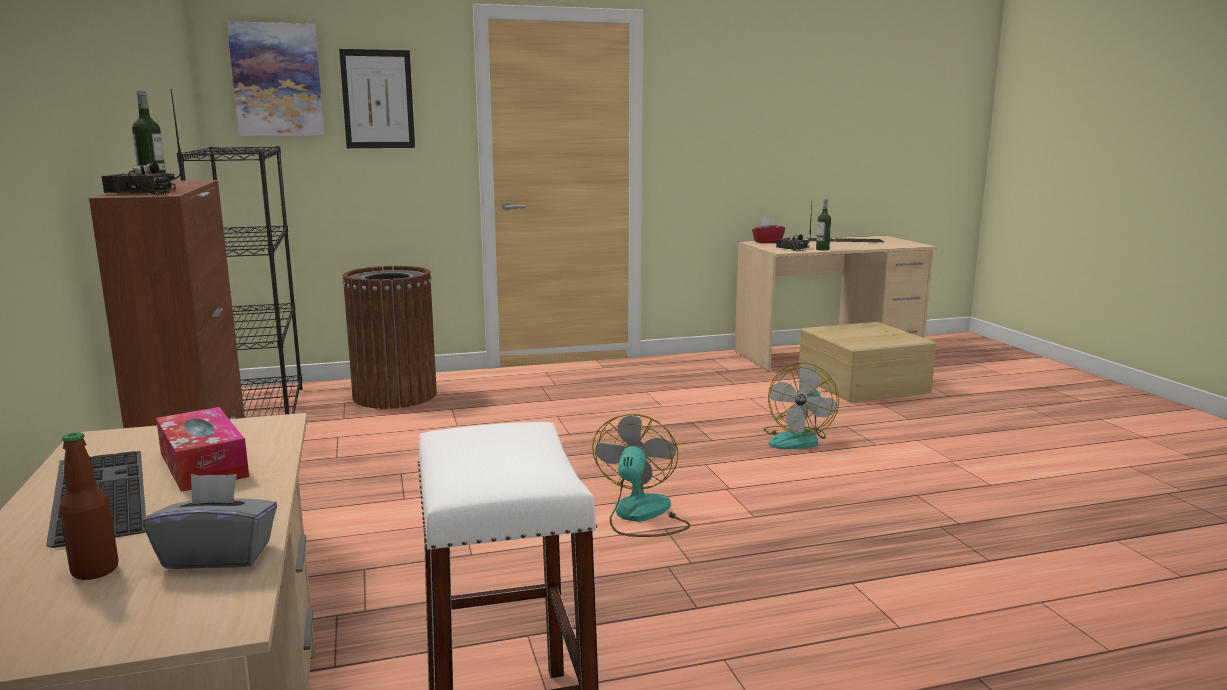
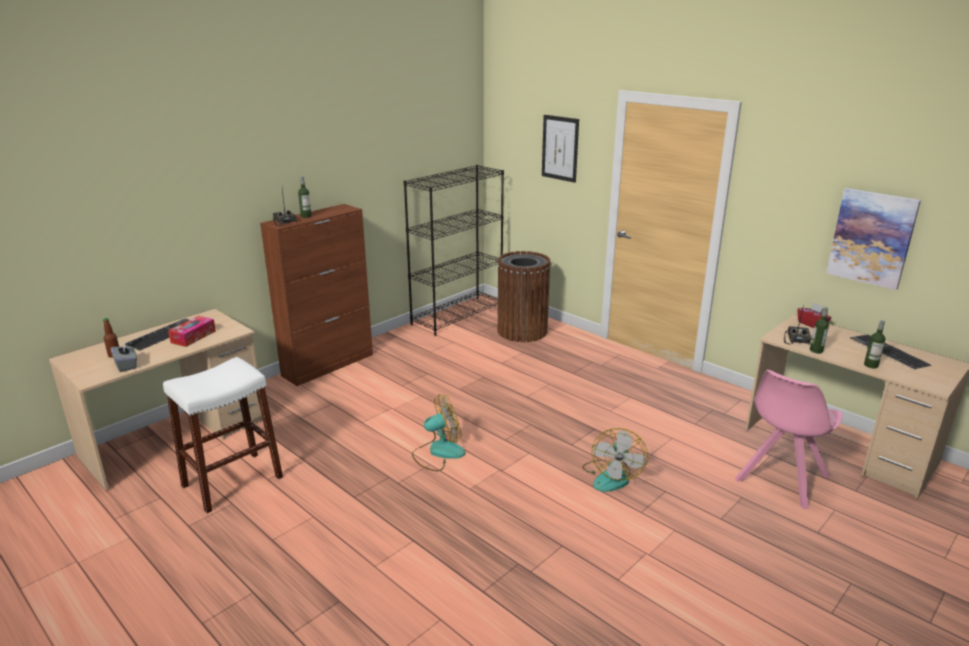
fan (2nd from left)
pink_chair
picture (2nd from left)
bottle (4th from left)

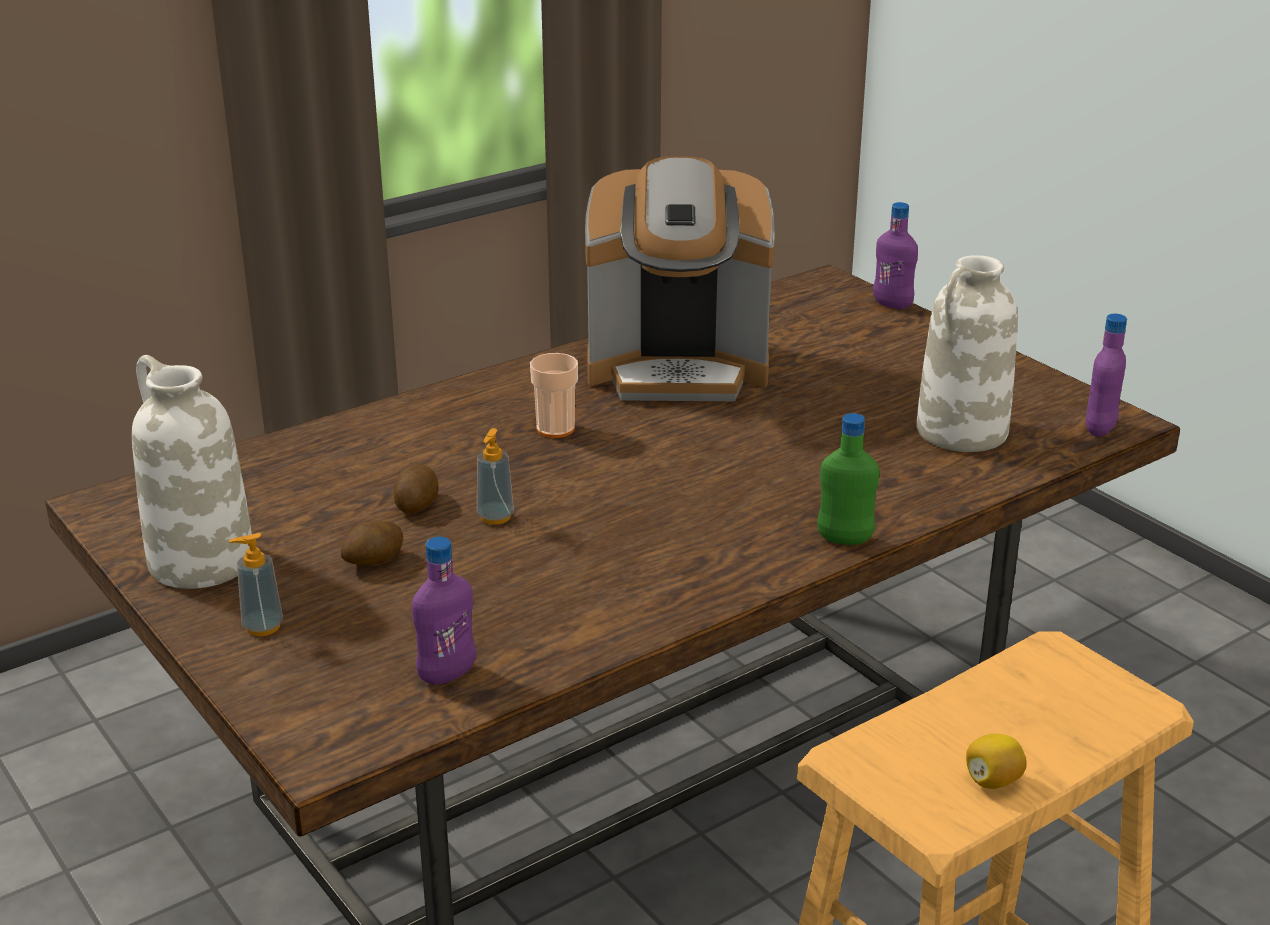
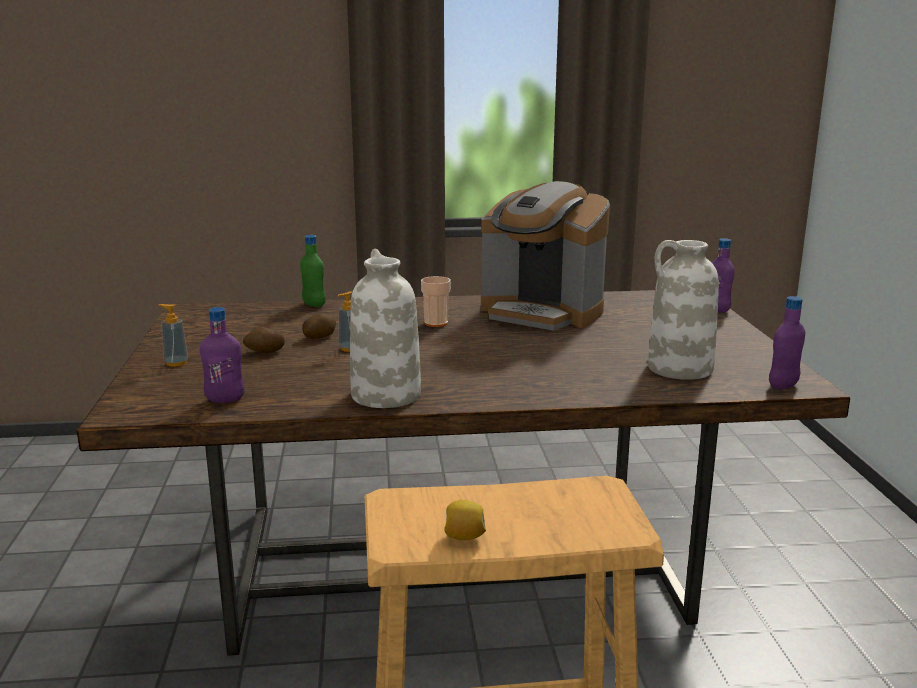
green_bottle
white_vase (1st from left)

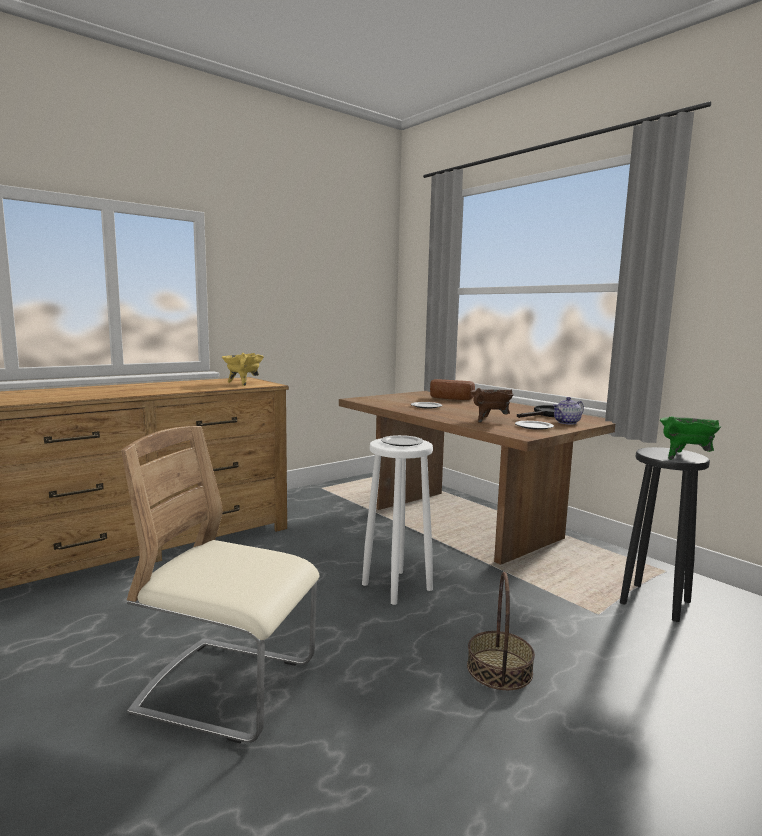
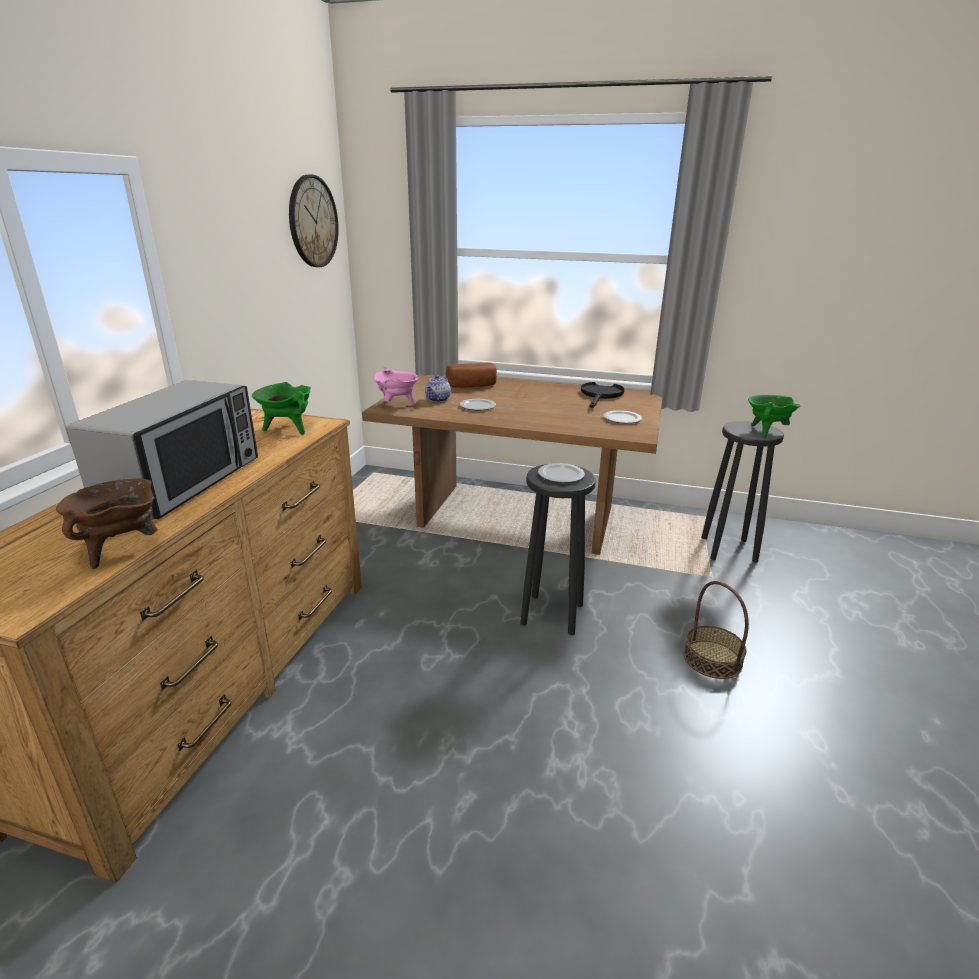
brown_cooking_pot
microwave
green_cooking_pot (1st from left)
wall_clock
pink_cooking_pot
teapot
black_stool (1st from left)
beige_chair

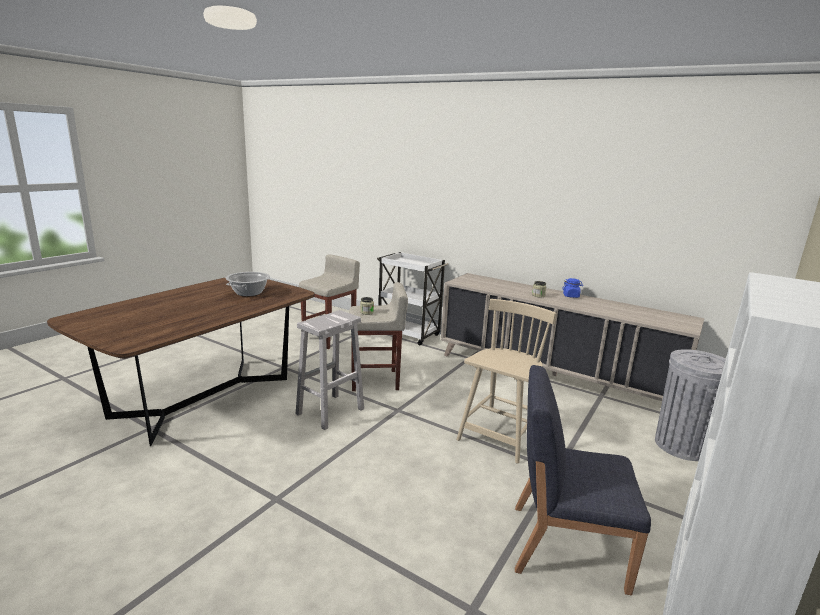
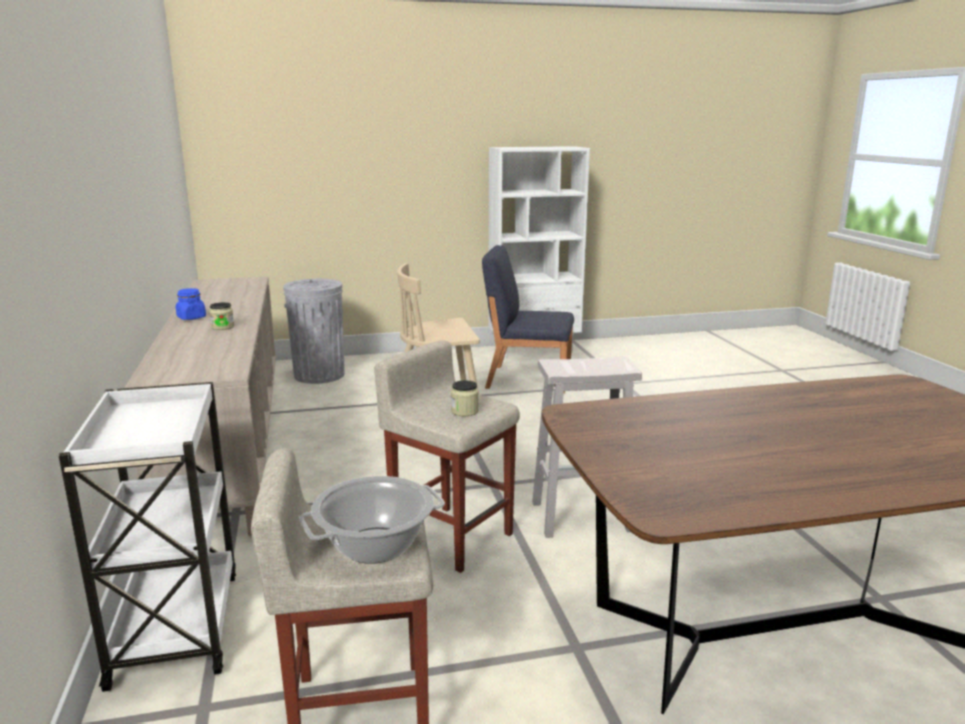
cooking_pot
blue_chair

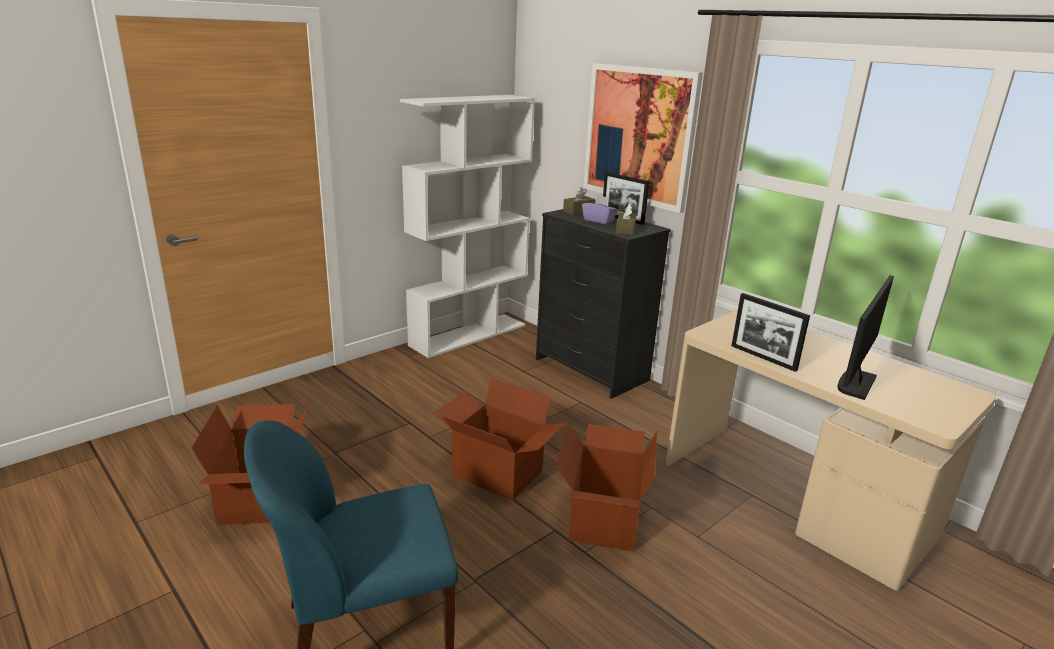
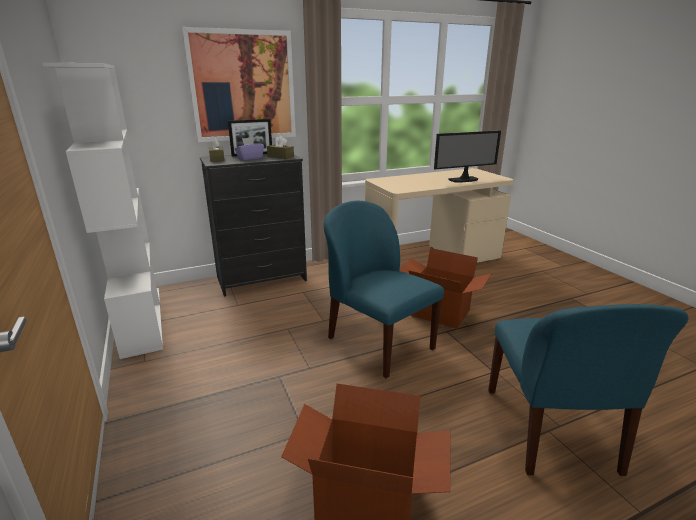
blue_chair (1st from left)
monitor
picture_frame (2nd from left in the first image)

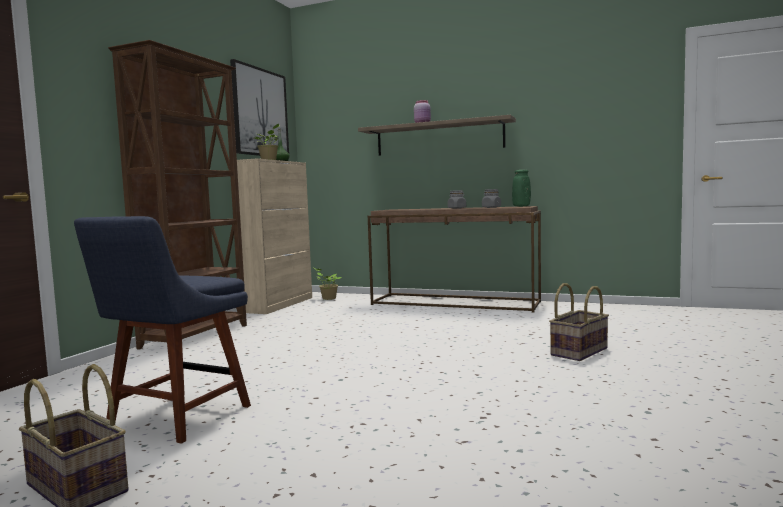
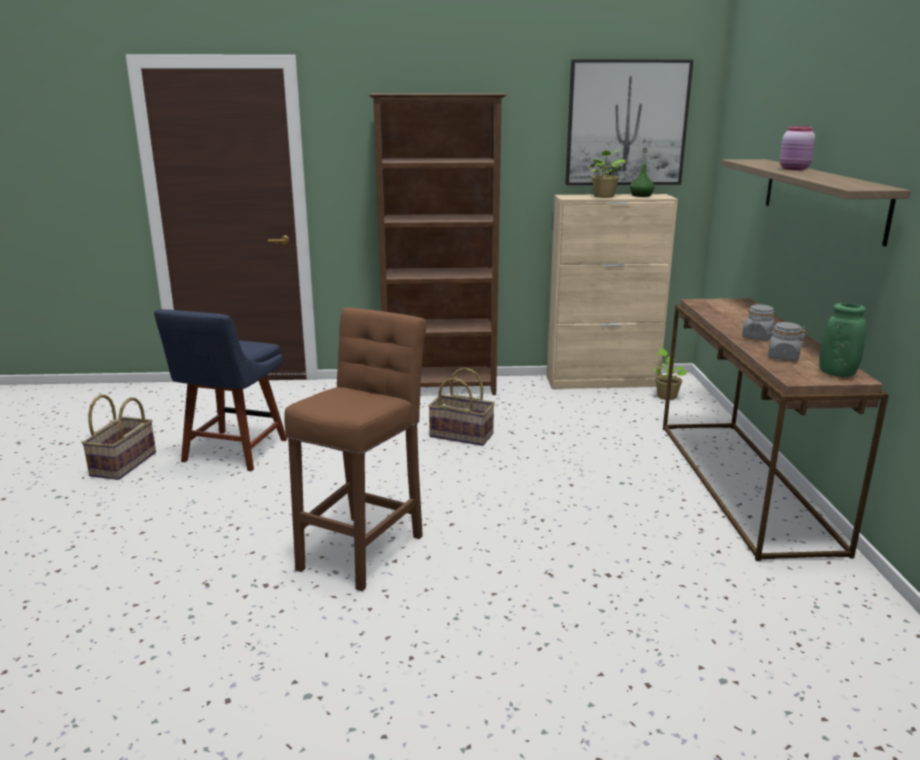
blue_chair
brown_stool
basket (2nd from left)

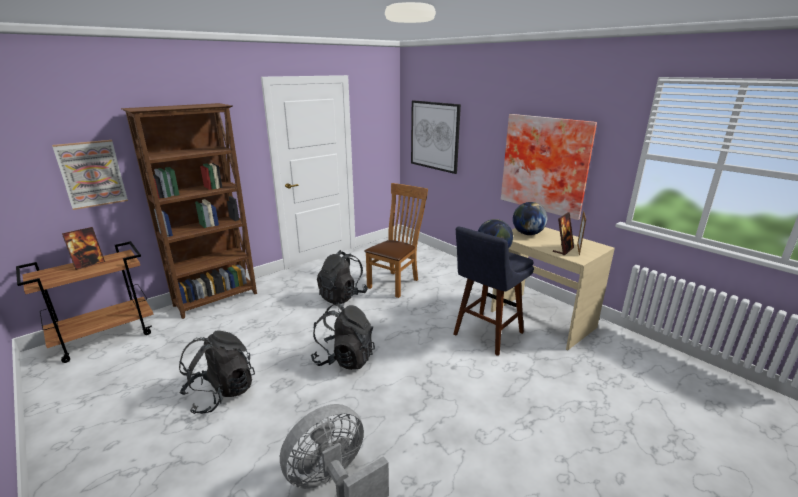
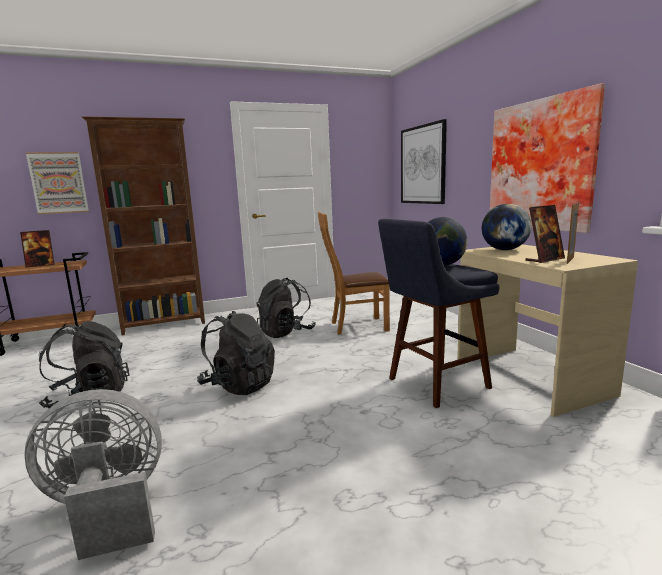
brown_chair

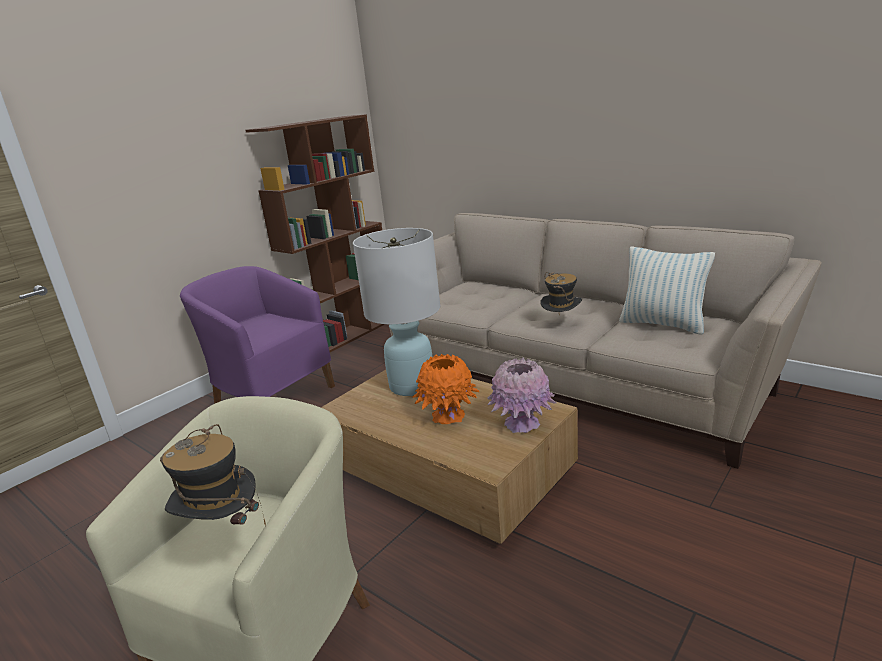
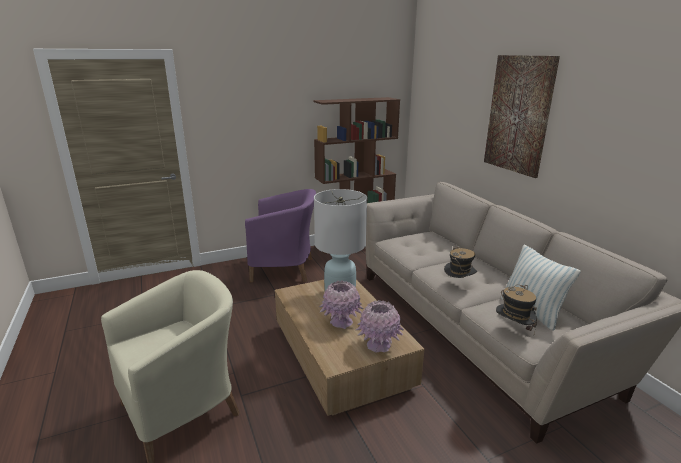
purple_armchair
pink_vase (1st from left)
picture
hat (2nd from left)

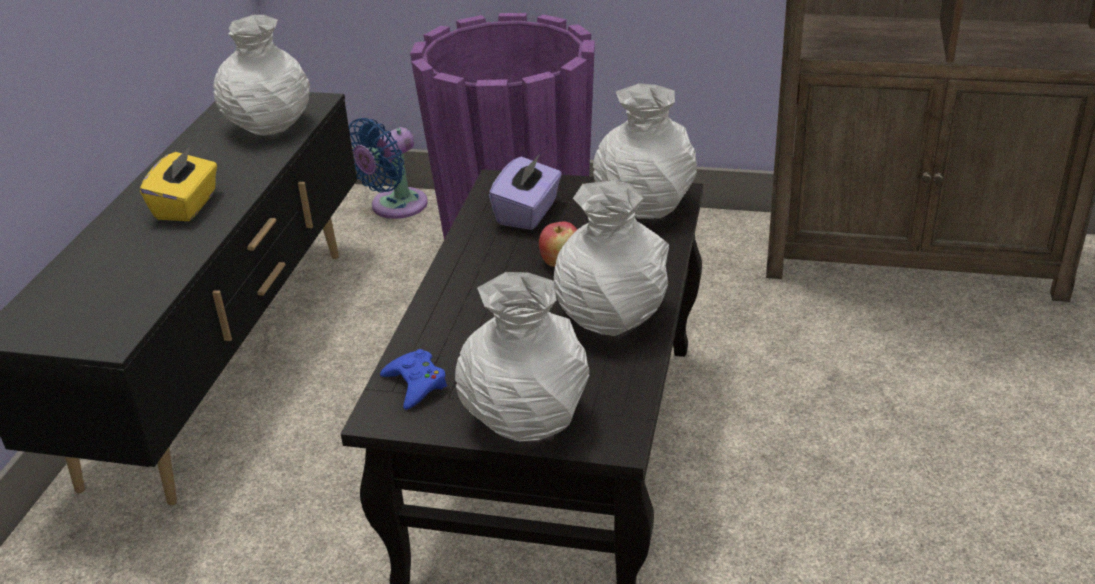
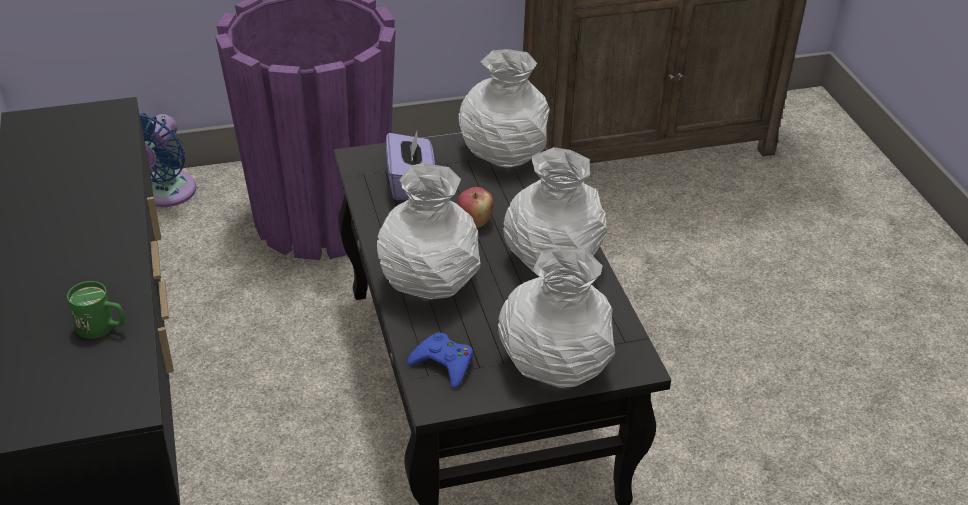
green_mug
white_vase (1st from left)
yellow_tissue_box

